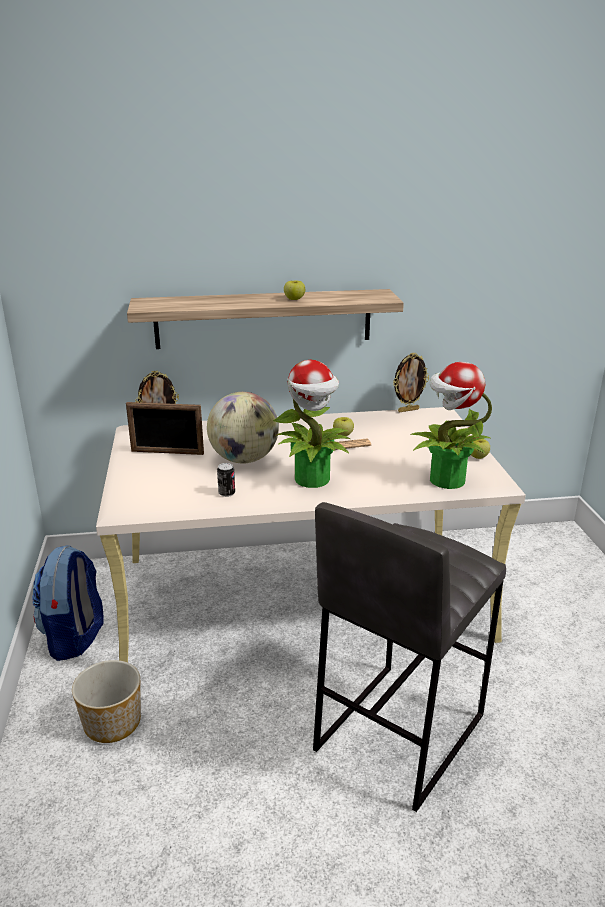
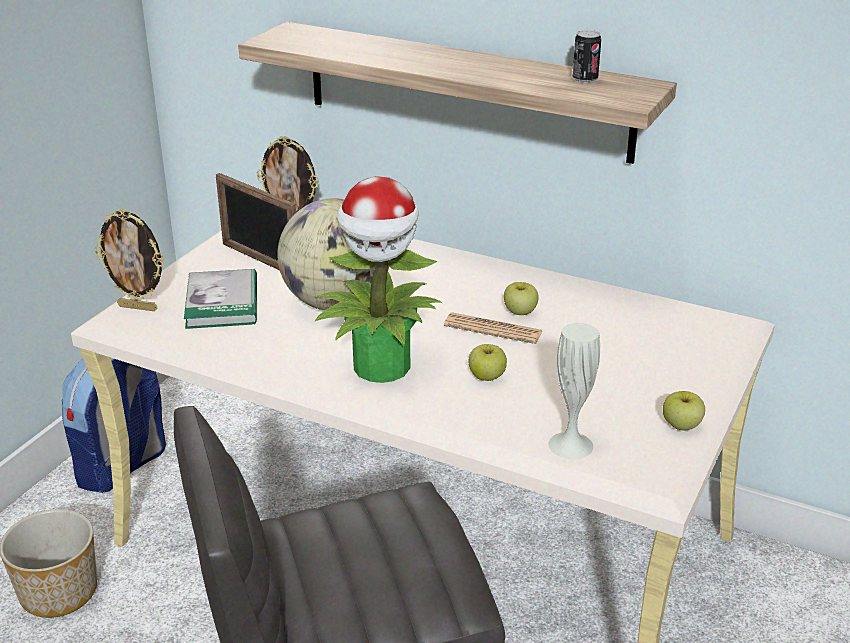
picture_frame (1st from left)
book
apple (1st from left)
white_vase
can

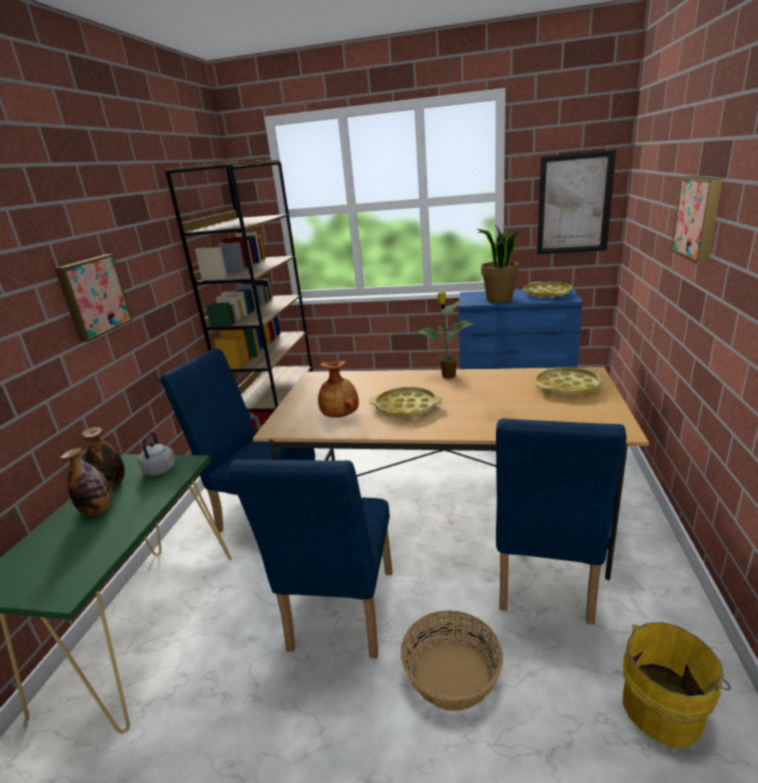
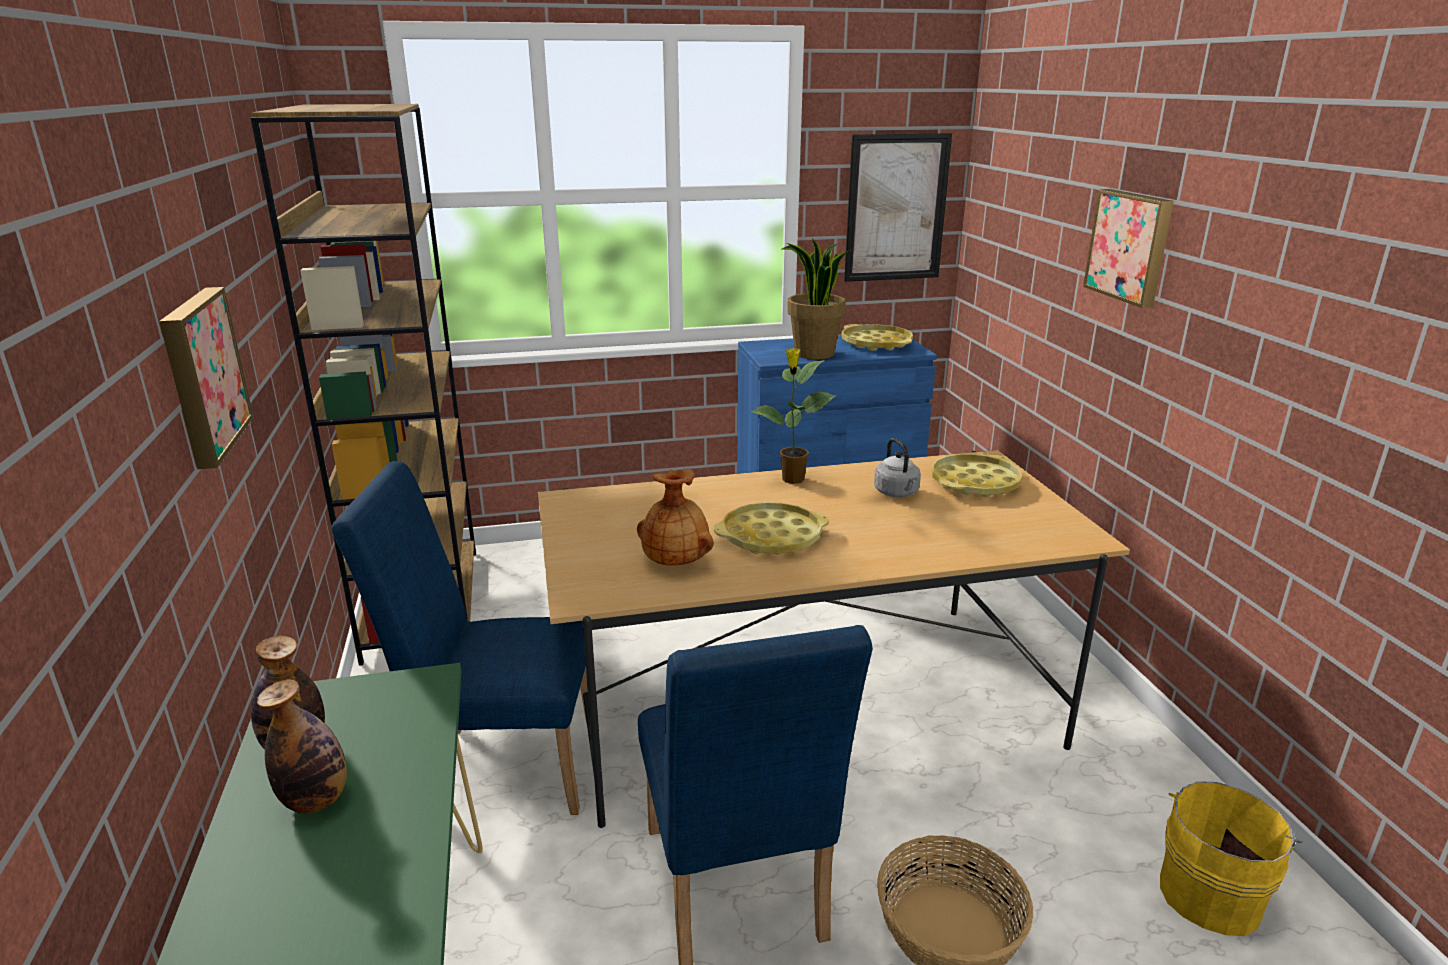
grey_kettle
blue_chair (3rd from left in the first image)

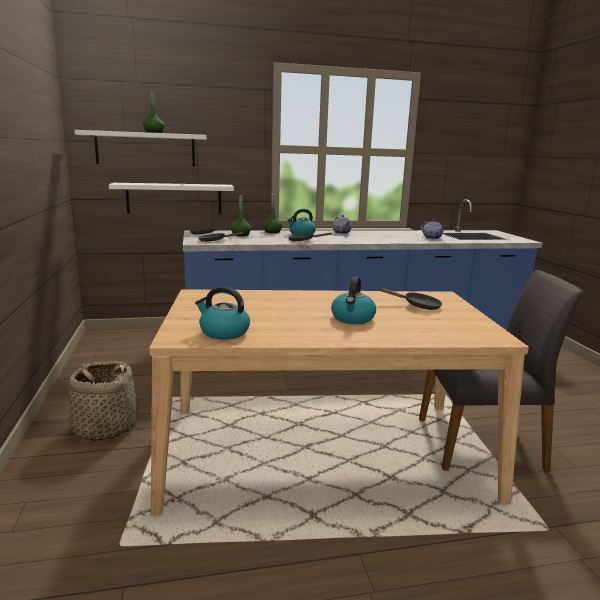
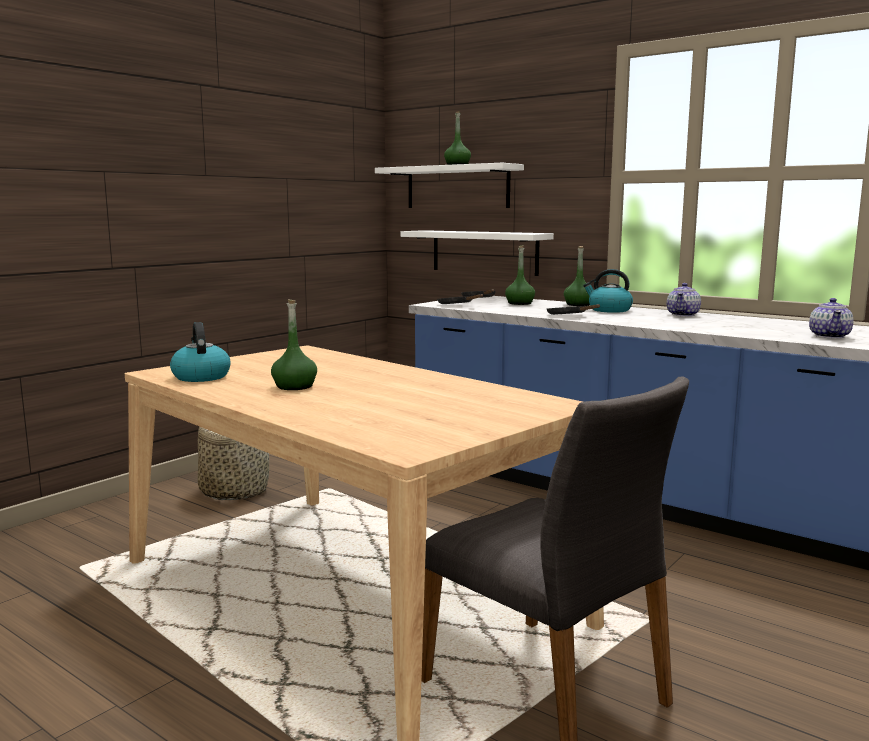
green_bottle (1st from left)
kettle (3rd from left in the first image)
black_frying_pan (4th from left in the first image)

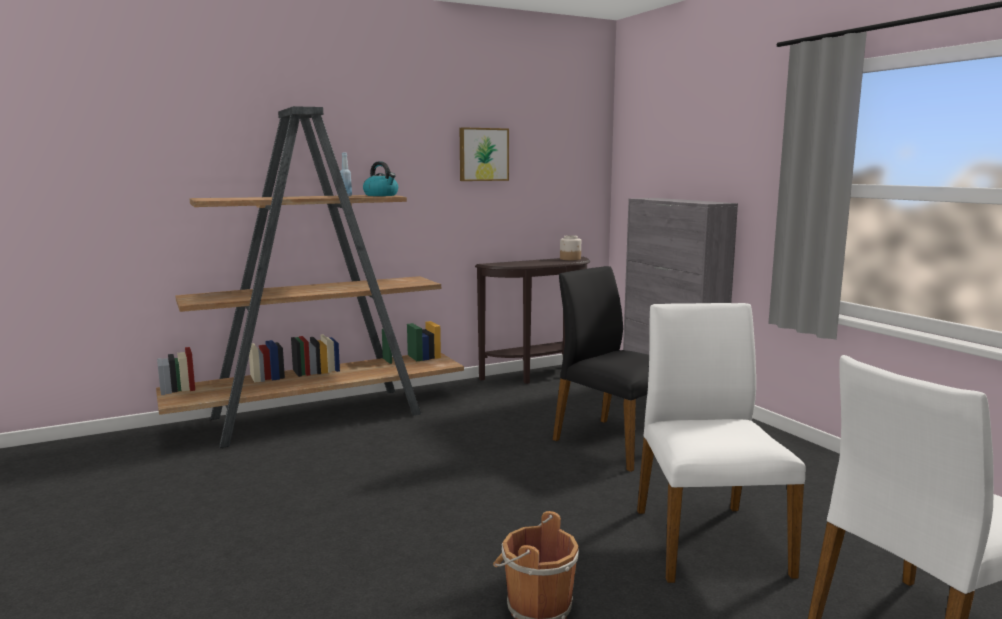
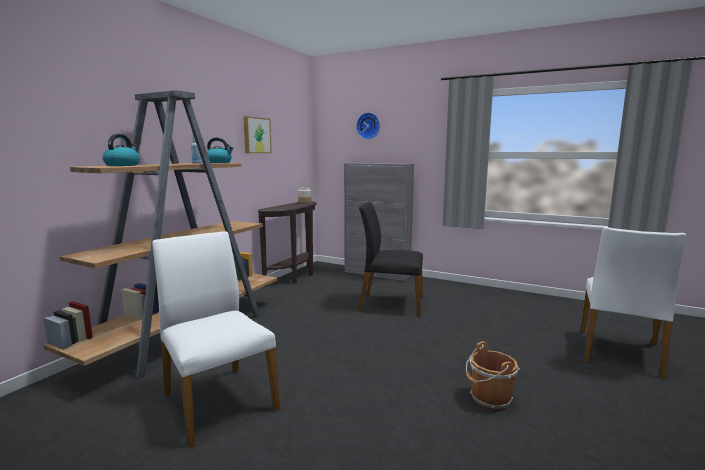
kettle (1st from left)
white_chair (1st from left)
wall_clock

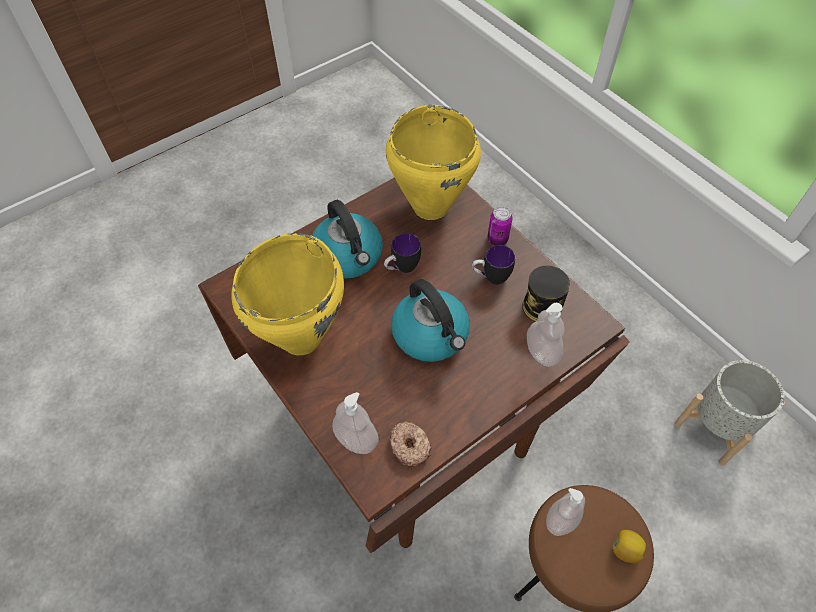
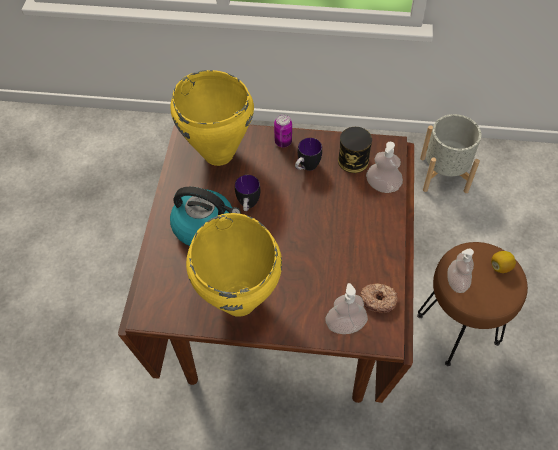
kettle (2nd from left in the first image)

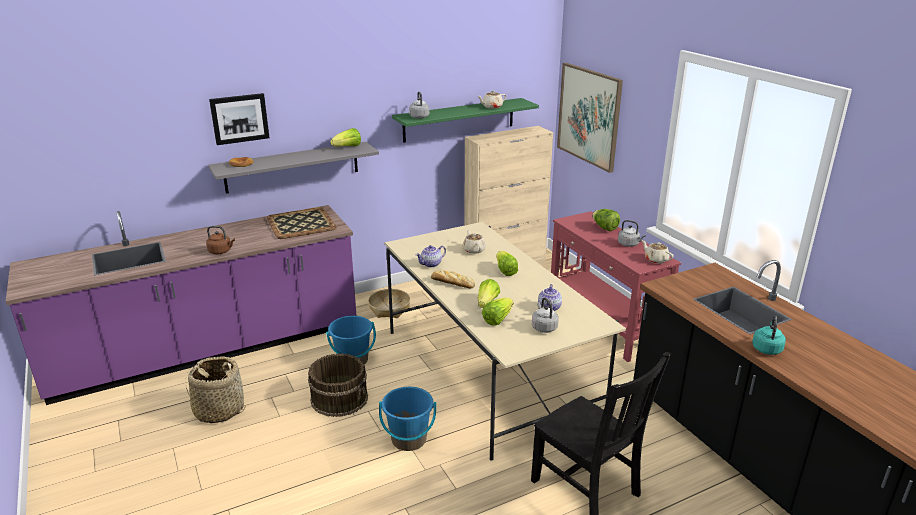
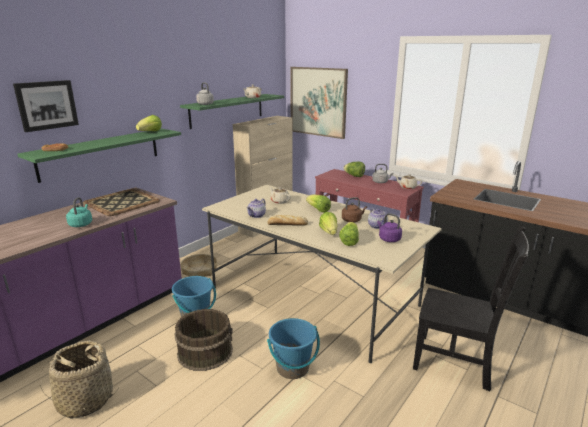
green_shelf (1st from left)
turquoise_kettle
brown_kettle
purple_kettle

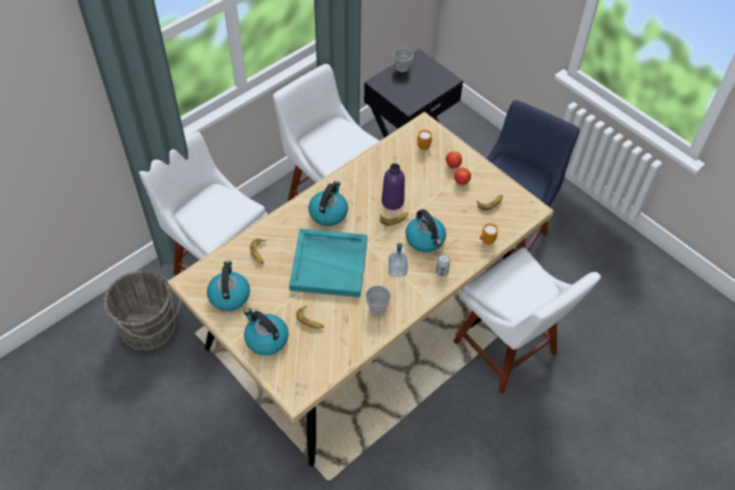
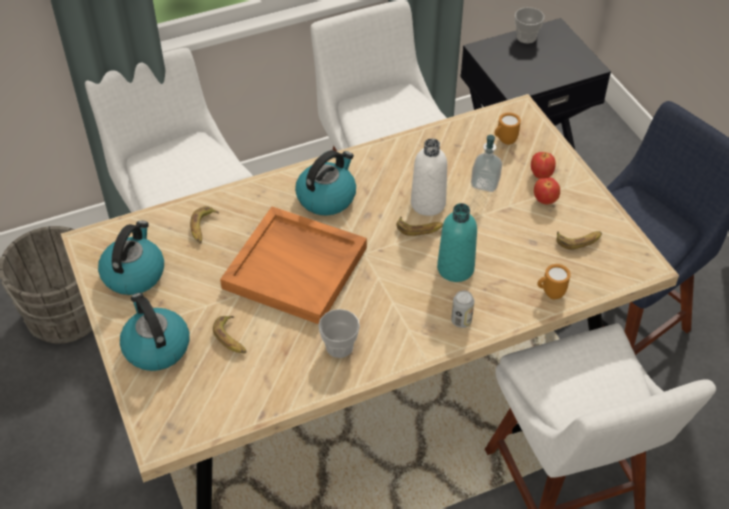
orange_tray
white_bottle
turquoise_bottle
soap_dispenser

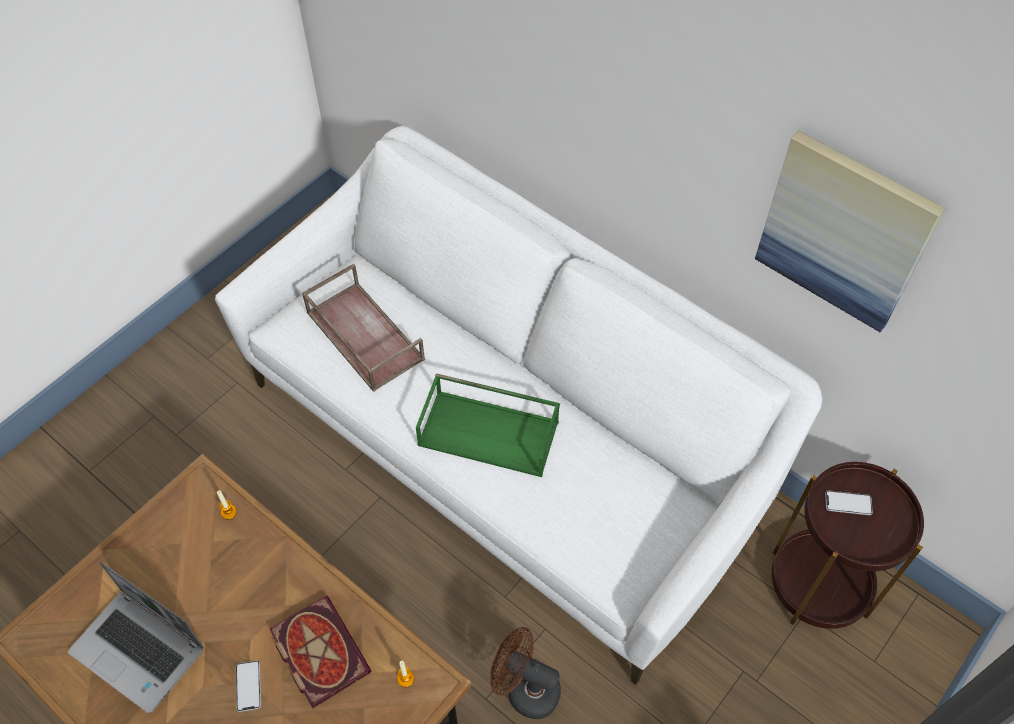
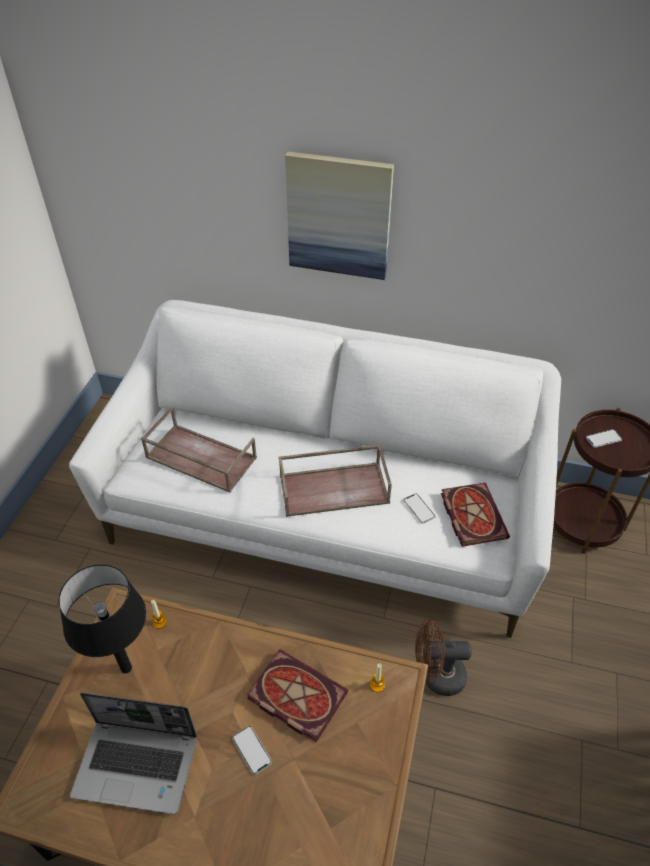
black_table_lamp
brown_tray (2nd from left)
picture
phone (2nd from left)
book (2nd from left)

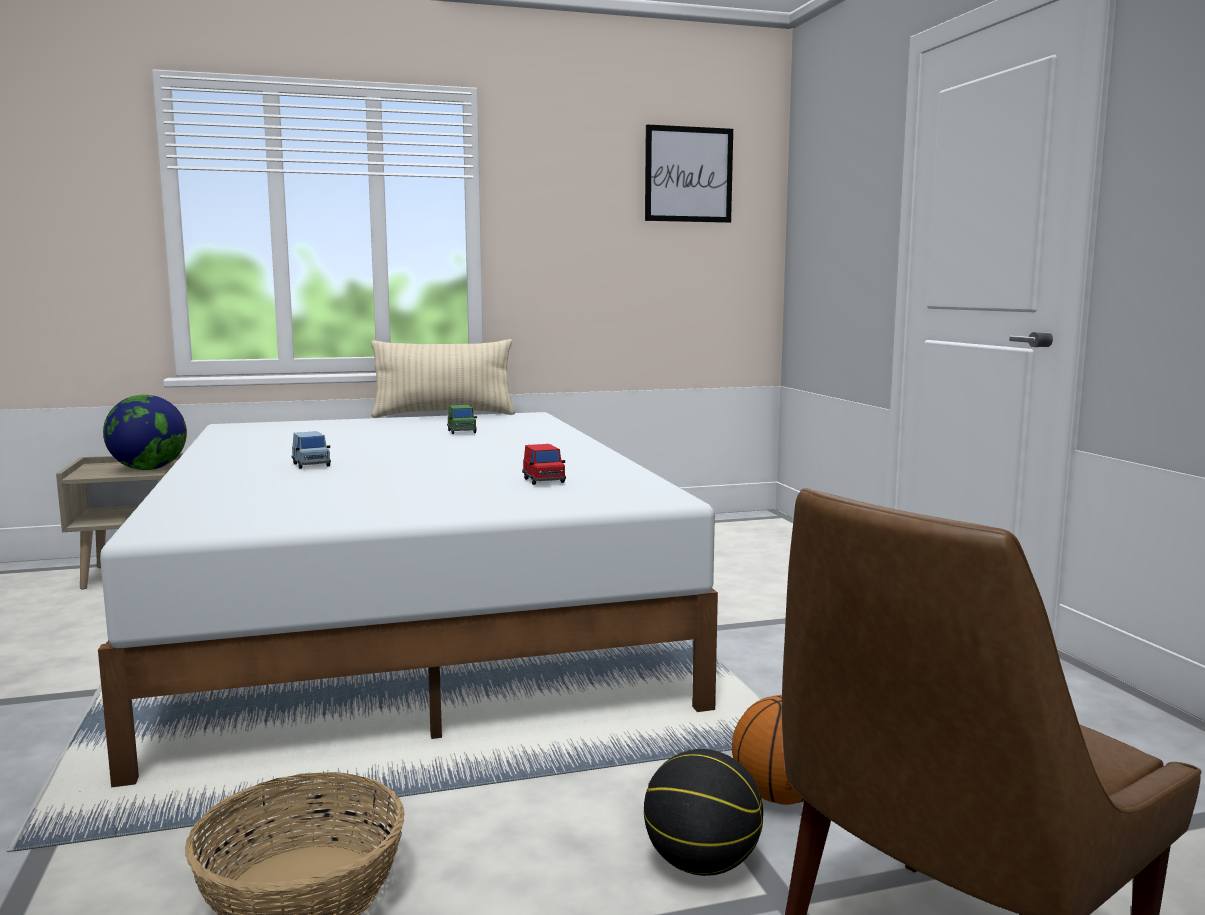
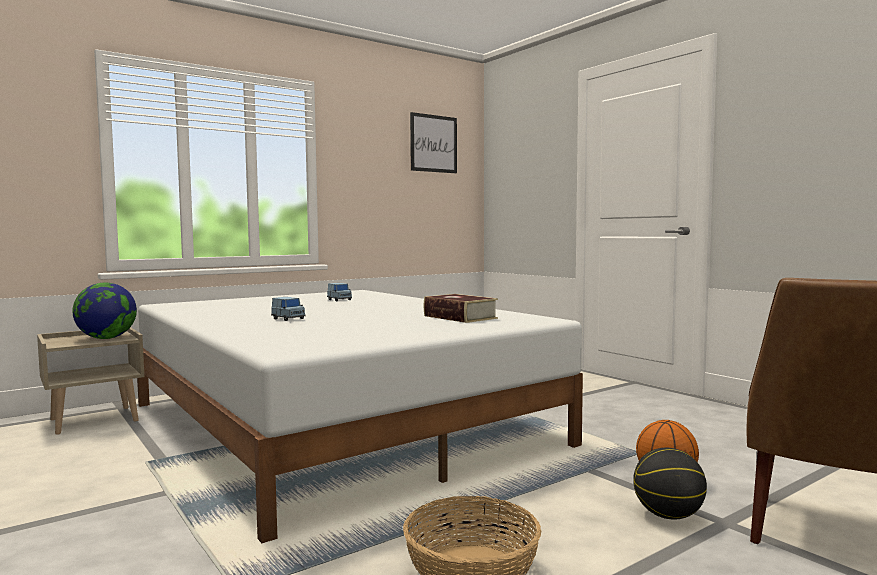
blue_toy_car (2nd from left)
book
beige_pillow

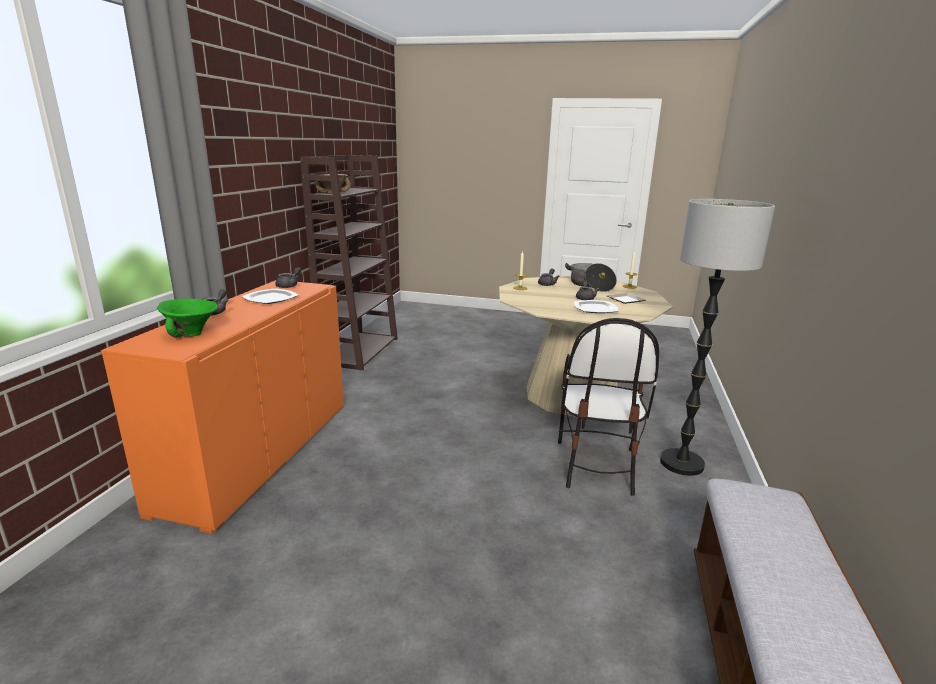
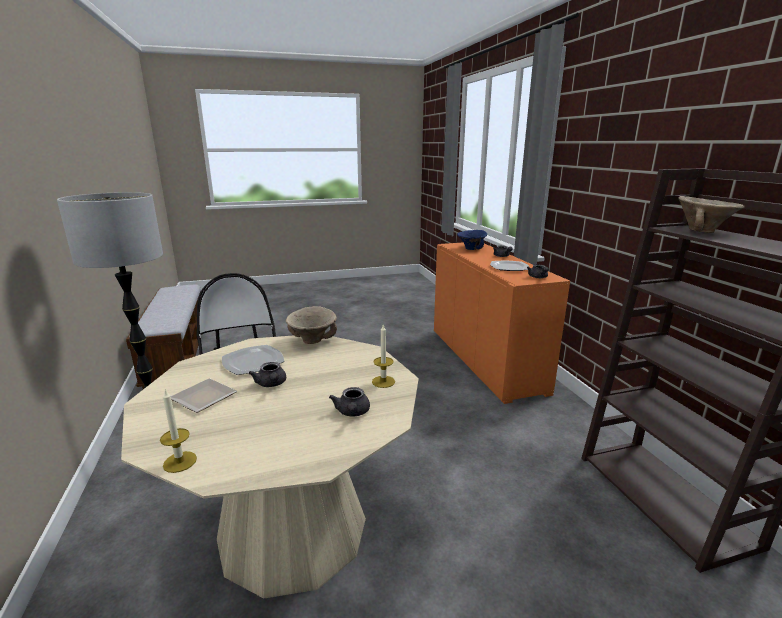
beige_bowl (1st from left)
blue_bowl
cooking_pot

